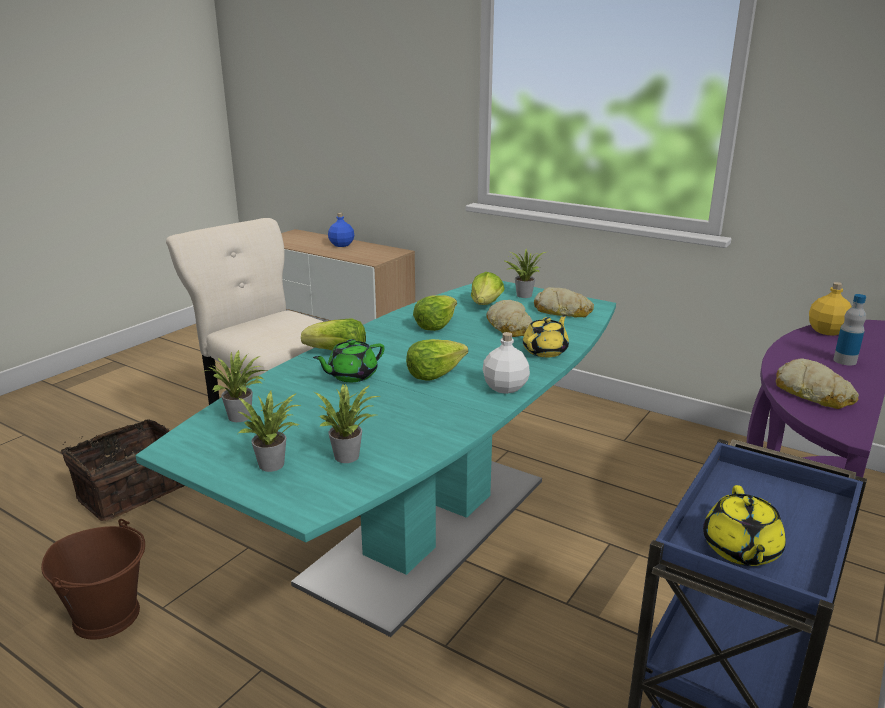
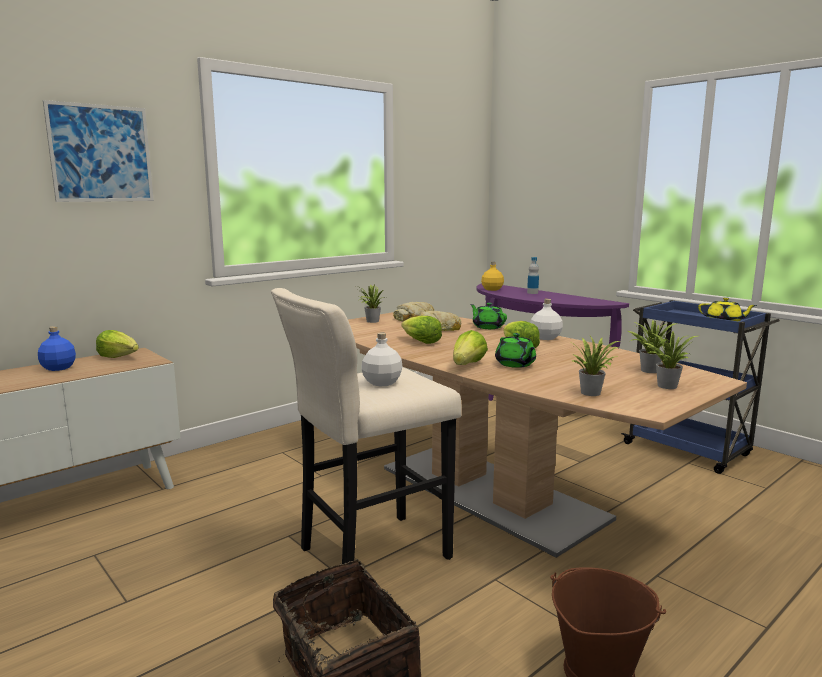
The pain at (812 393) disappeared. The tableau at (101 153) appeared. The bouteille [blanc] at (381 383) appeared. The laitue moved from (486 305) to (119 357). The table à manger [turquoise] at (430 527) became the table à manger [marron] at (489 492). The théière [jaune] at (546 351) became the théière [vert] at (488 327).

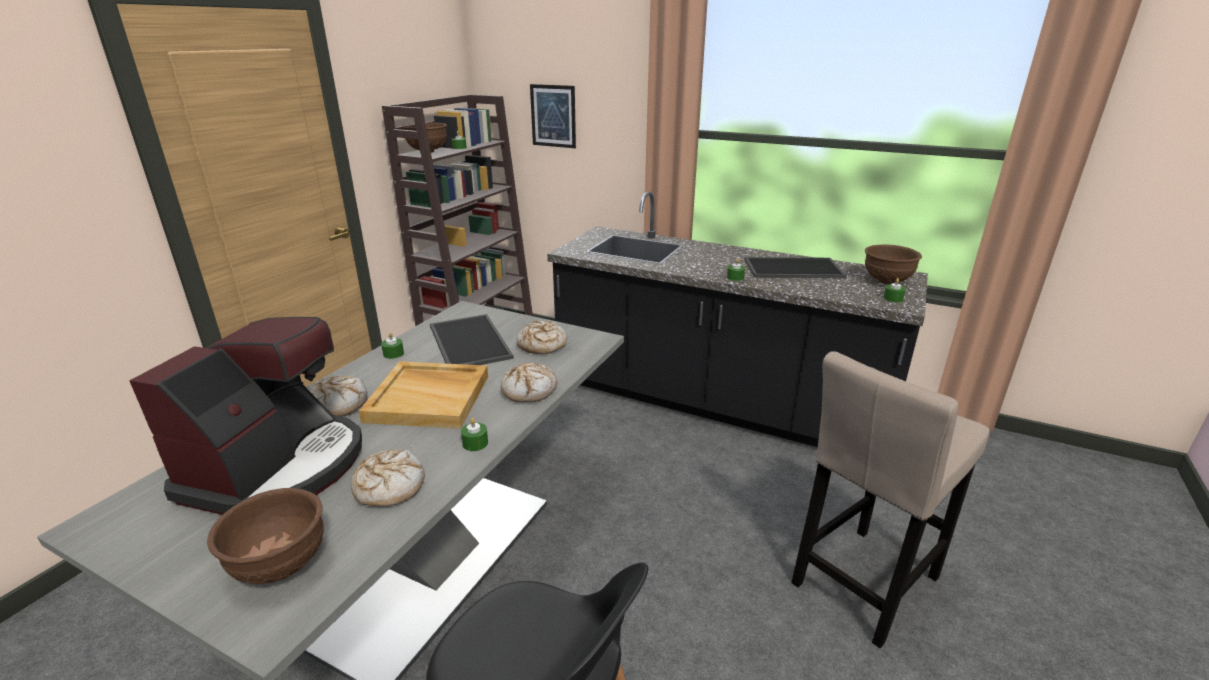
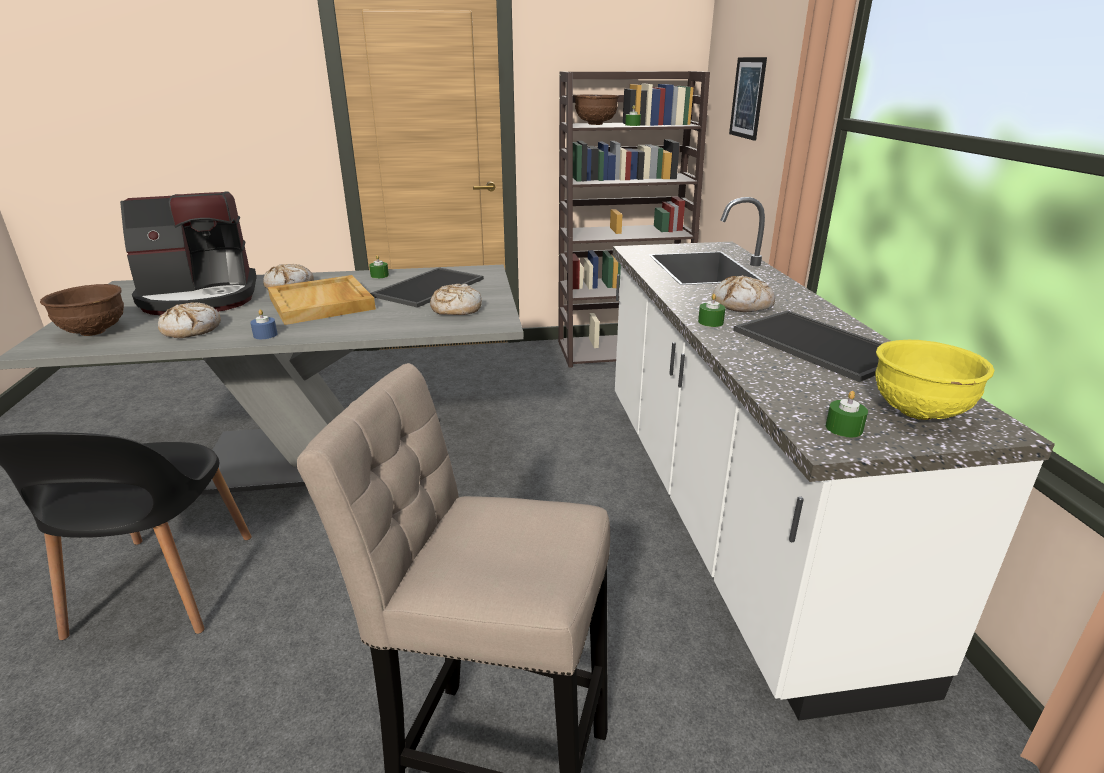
The pain moved from (529 390) to (742 304). The bougie [vert] at (475 443) became the bougie [bleu] at (265 335). The comptoir de cuisine [noir] at (715 404) became the comptoir de cuisine [blanc] at (727 512). The bol [marron] at (886 281) became the bol [jaune] at (918 412).

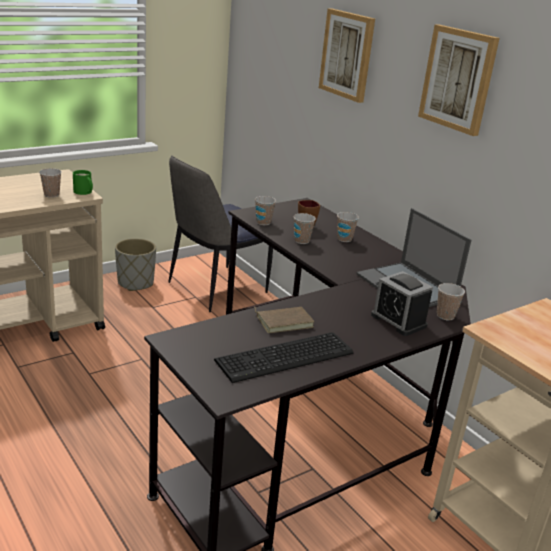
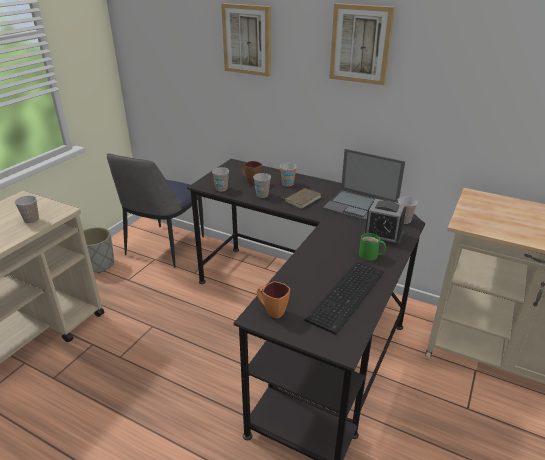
The mug [orange] at (272 311) appeared. The mug [vert] moved from (83 192) to (370 256). The livre [marron] moved from (284 321) to (302 199).

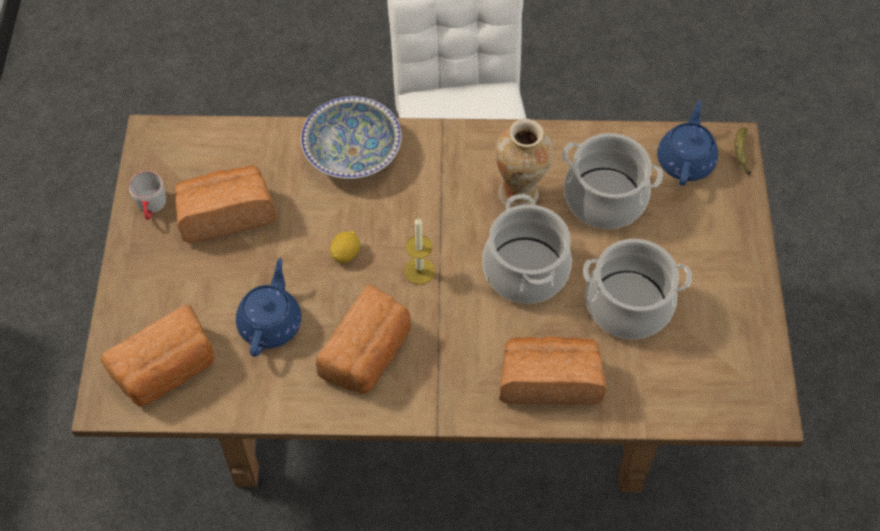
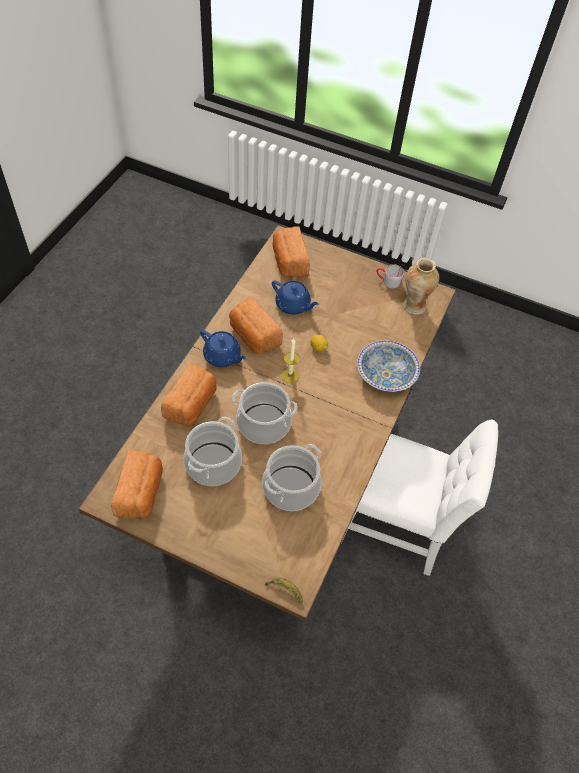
The pain moved from (226 214) to (141 492). The vase moved from (519 194) to (414 306). The théière [bleu] moved from (685 160) to (223 356).

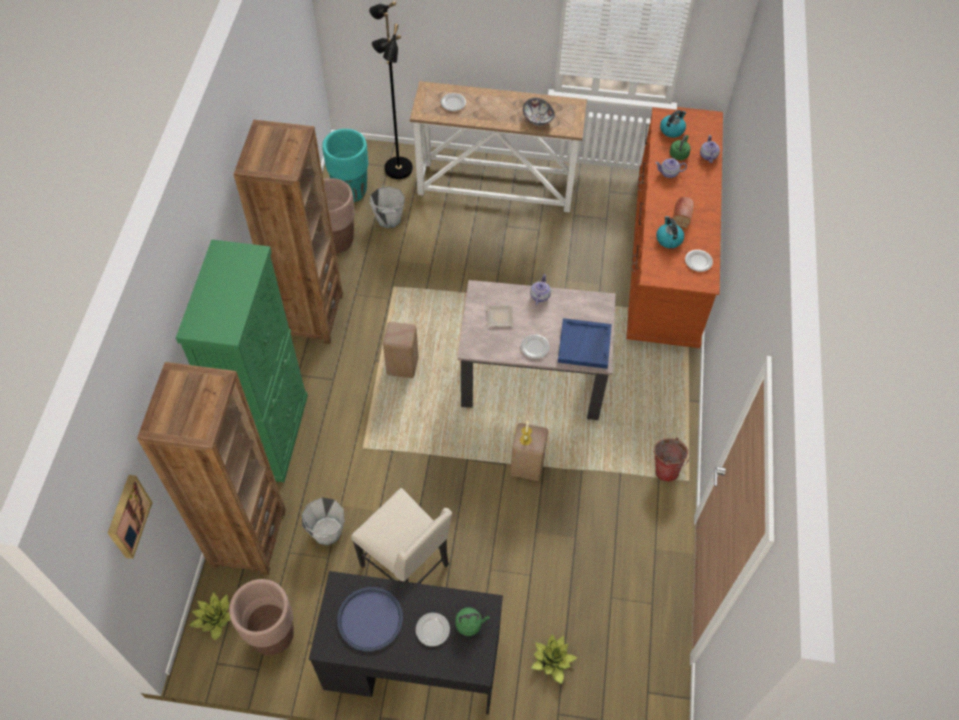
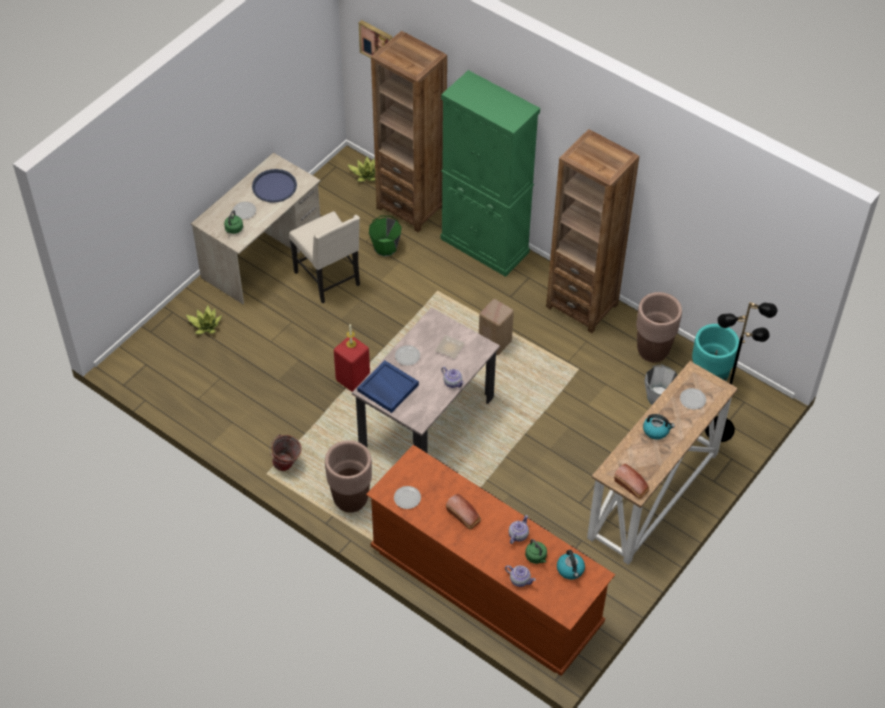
The bol at (538 119) disappeared. The pain at (632 486) appeared. The cache-pot [marron] moved from (273 636) to (351 499). The bouilloire moved from (668 239) to (656 430). The seau [gris] at (326 531) became the seau [vert] at (385 247). The bureau [noir] at (412 663) became the bureau [beige] at (262 255). The tabouret [beige] at (526 466) became the tabouret [rouge] at (353 378). The chaise [beige] at (407 565) turned 105 degrees counterclockwise.

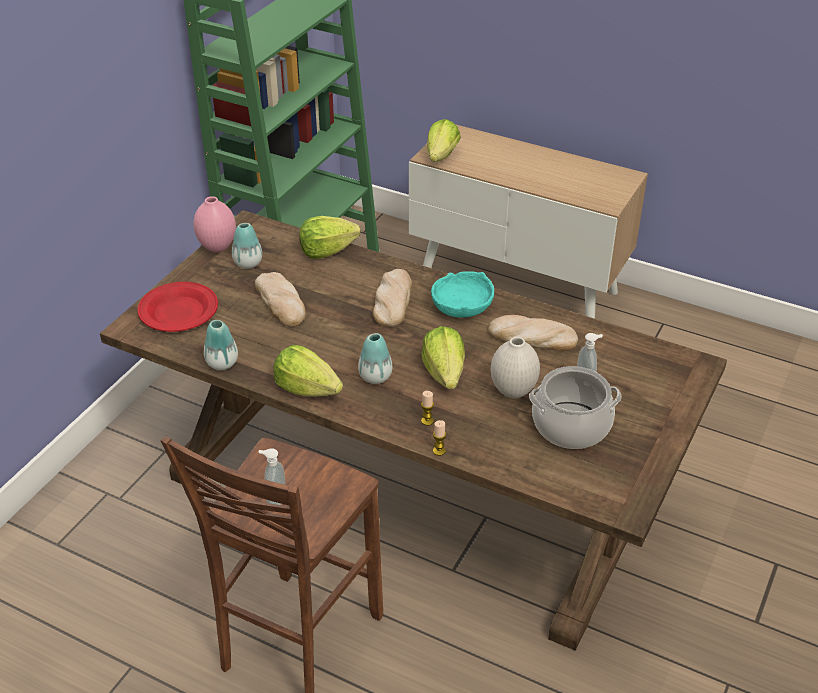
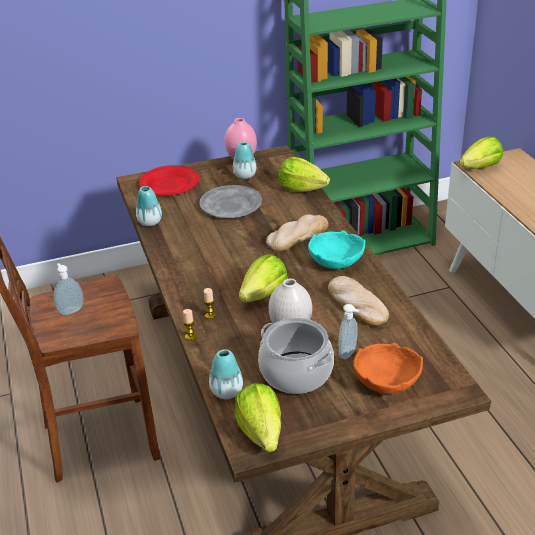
The bol [orange] at (386 381) appeared. The laitue moved from (307 389) to (261 432). The vase moved from (375 377) to (226 392). The pain at (281 302) was replaced by the assiette [gris] at (230 205).

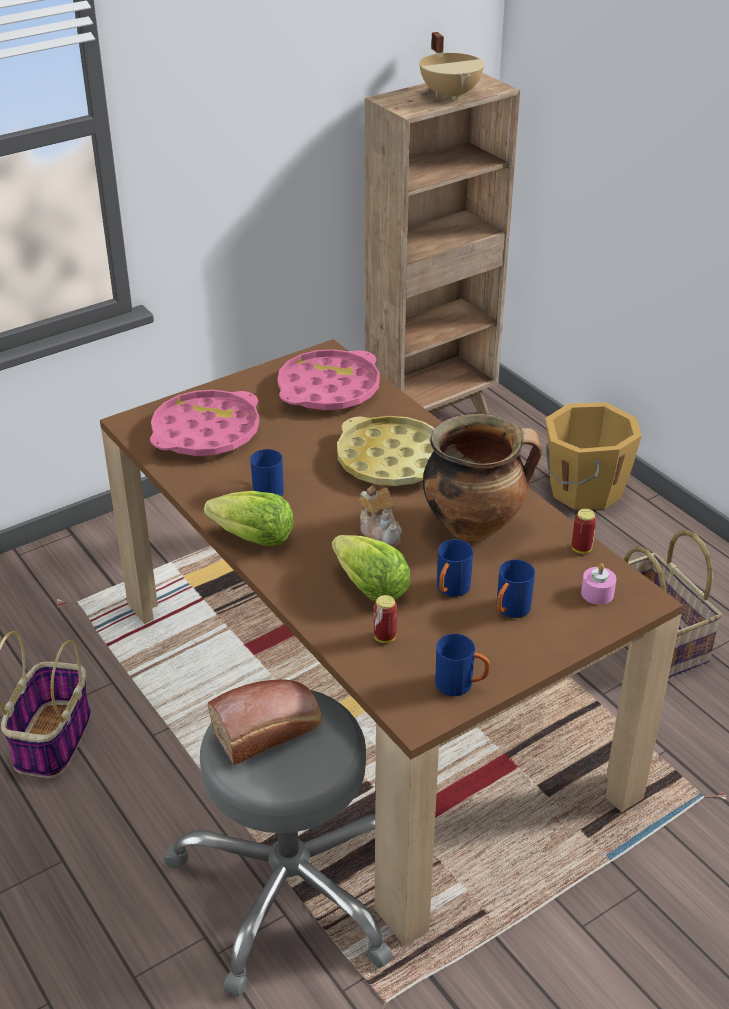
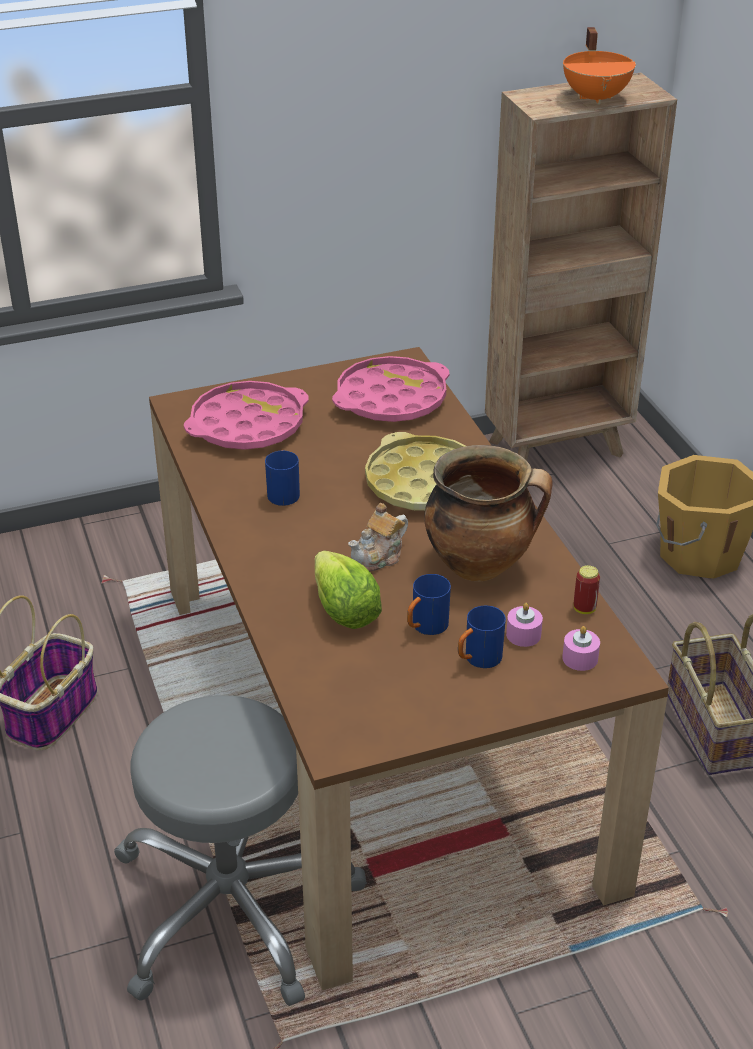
The laitue at (254 538) disappeared. The pain at (269 730) disappeared. The boîte métallique at (385 637) disappeared. The mug [bleu] at (461 685) disappeared. The bougie [rose] at (523 634) appeared. The marmite [beige] at (451 95) became the marmite [orange] at (597 98). The théière at (380 533) turned 60 degrees clockwise.

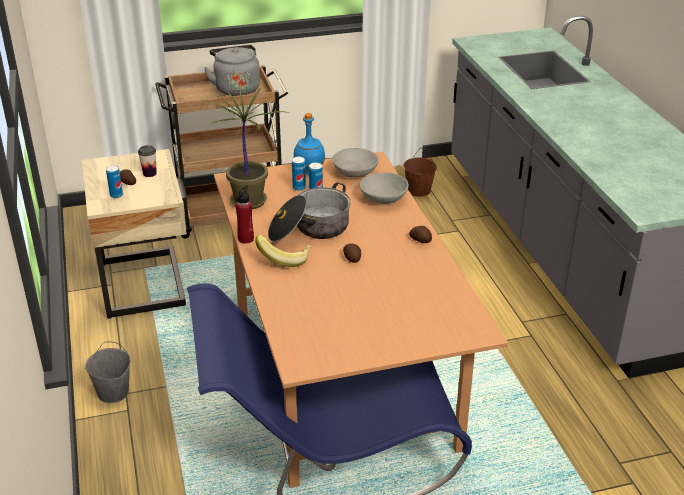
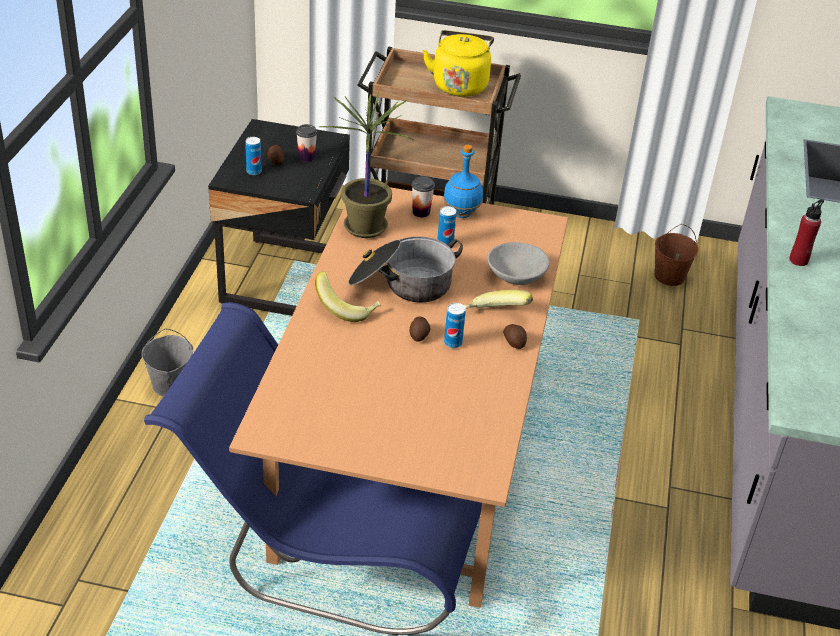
The bol [gris] at (354 173) disappeared. The tasse at (421 212) appeared. The banane at (495 316) appeared. The bouteille [rouge] moved from (246 239) to (798 260). The boîte métallique moved from (299 188) to (453 343). The table de chevet [beige] at (146 283) became the table de chevet [noir] at (284 278). The bouilloire [gris] at (236 88) became the bouilloire [jaune] at (460 85).

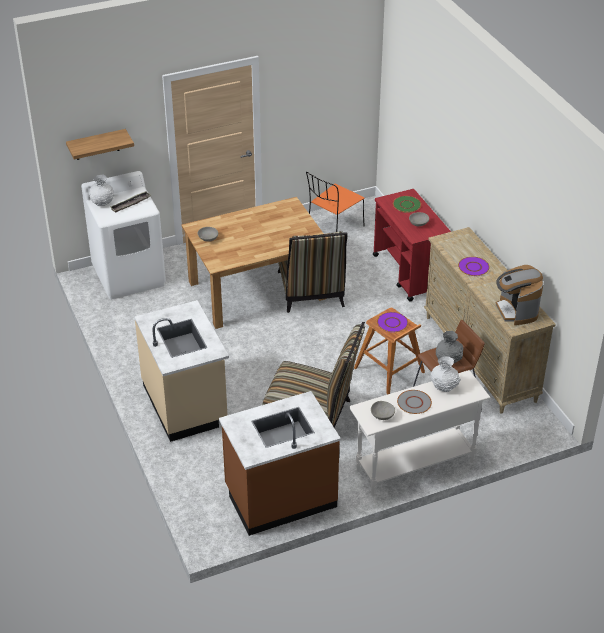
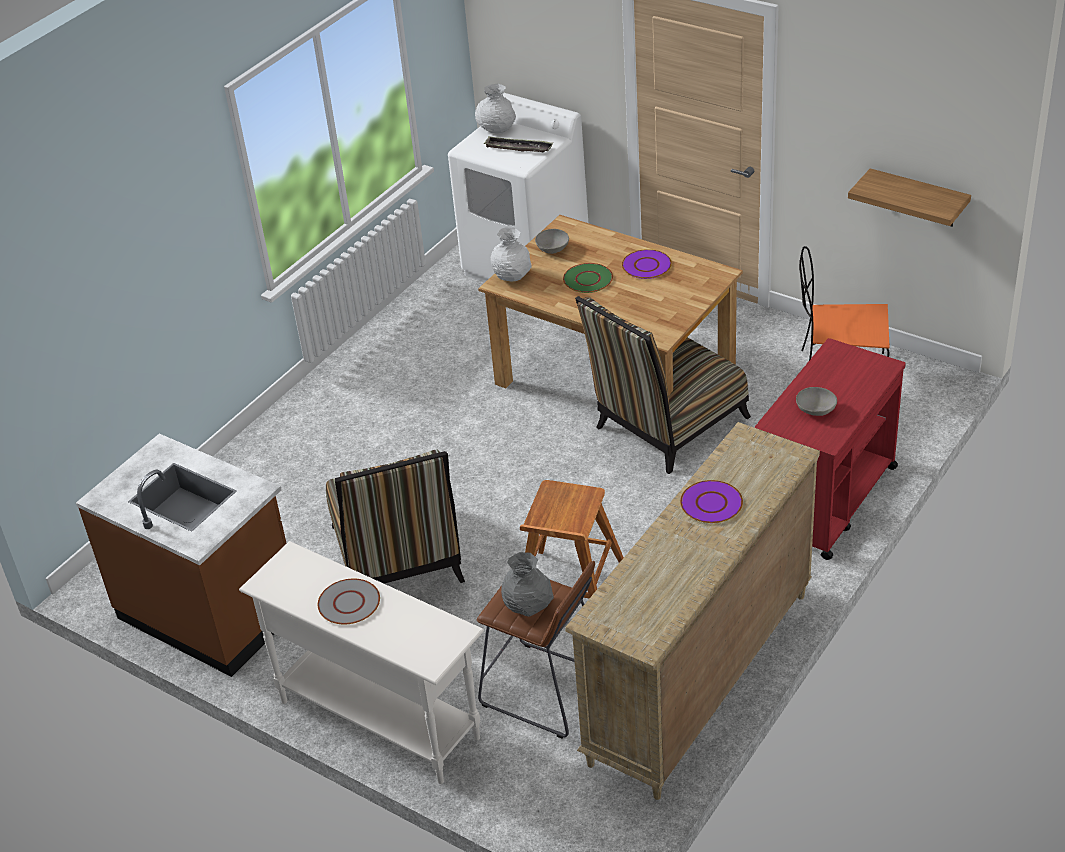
The comptoir de cuisine [beige] at (186 404) disappeared. The bol [gris] at (382 415) disappeared. The machine à café at (516 311) disappeared. The étagère moved from (97 145) to (918 198). The assiette [violet] moved from (392 323) to (646 265). The assiette [vert] moved from (407 205) to (588 279). The vase [blanc] moved from (444 387) to (512 276).

